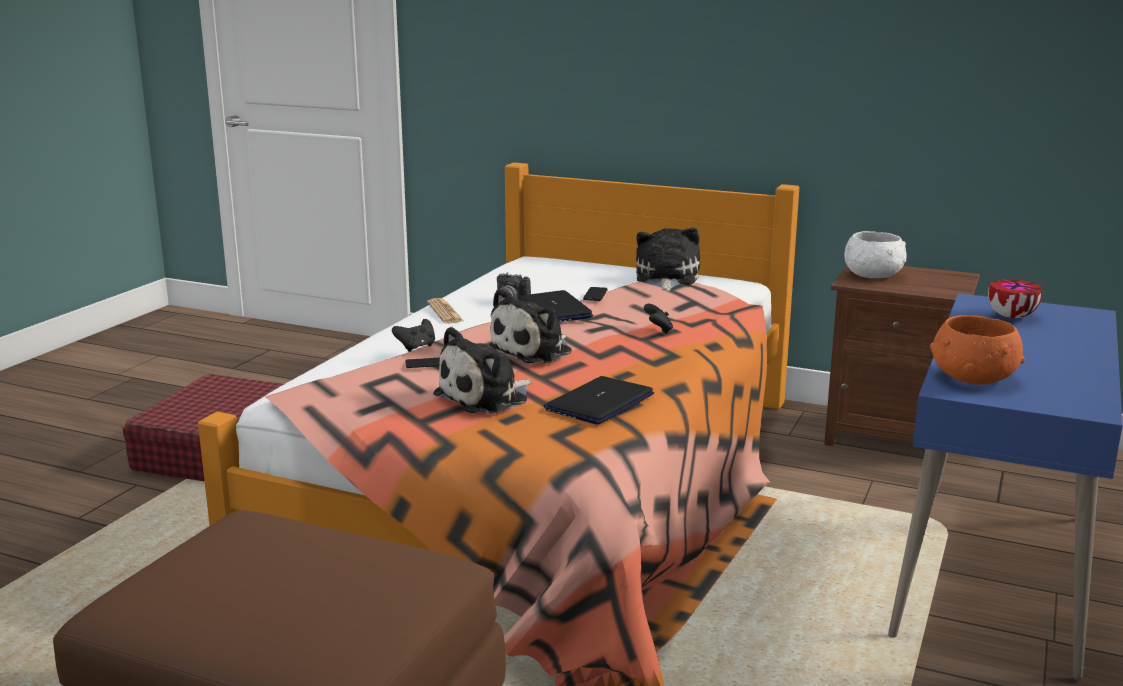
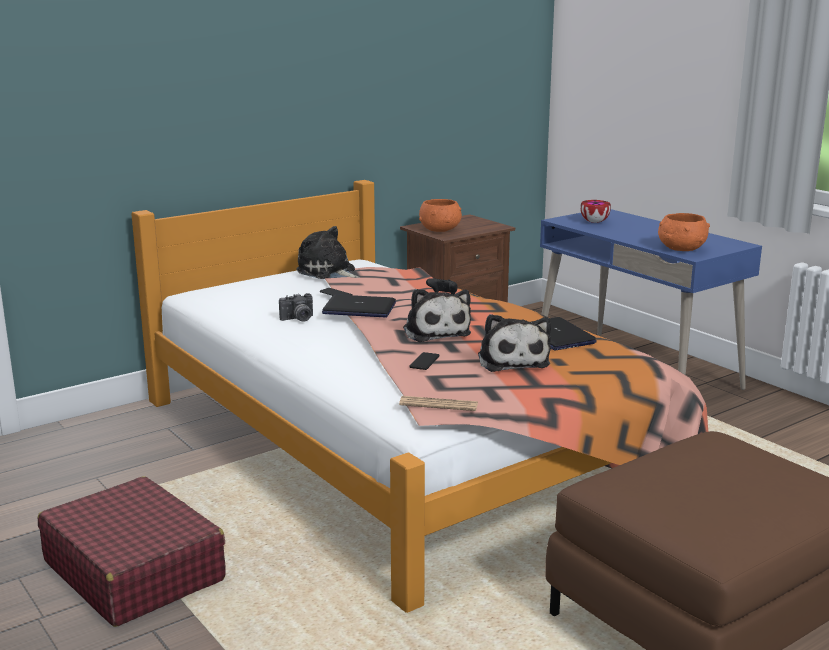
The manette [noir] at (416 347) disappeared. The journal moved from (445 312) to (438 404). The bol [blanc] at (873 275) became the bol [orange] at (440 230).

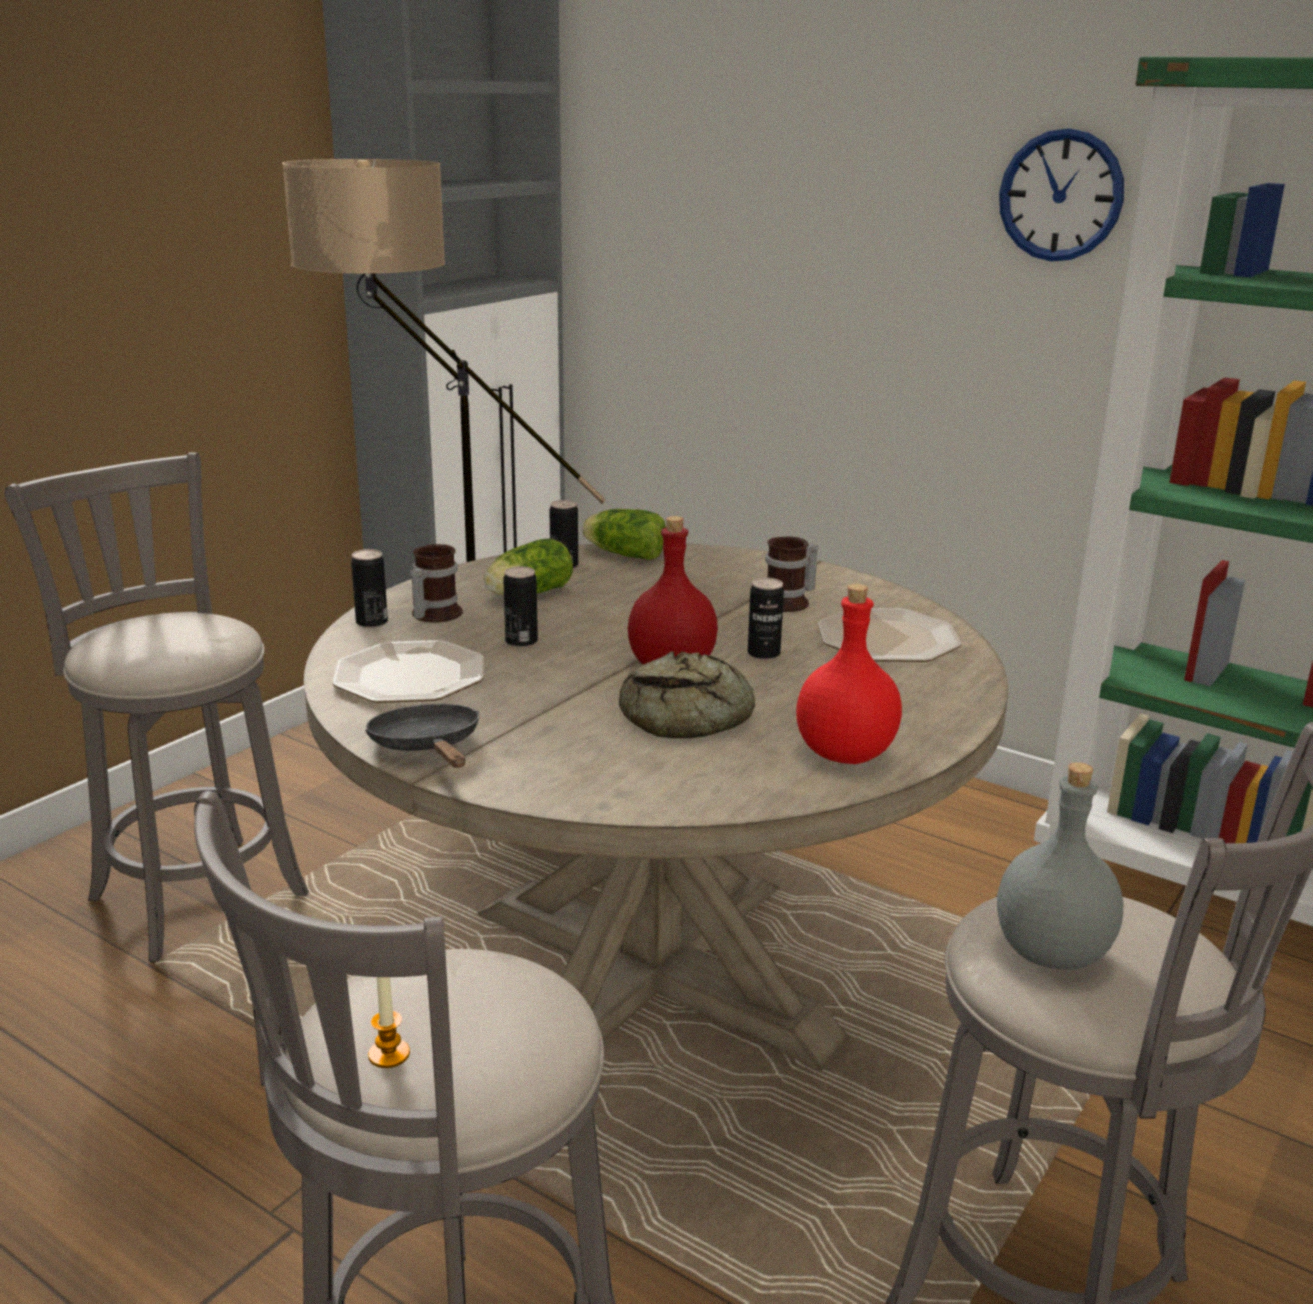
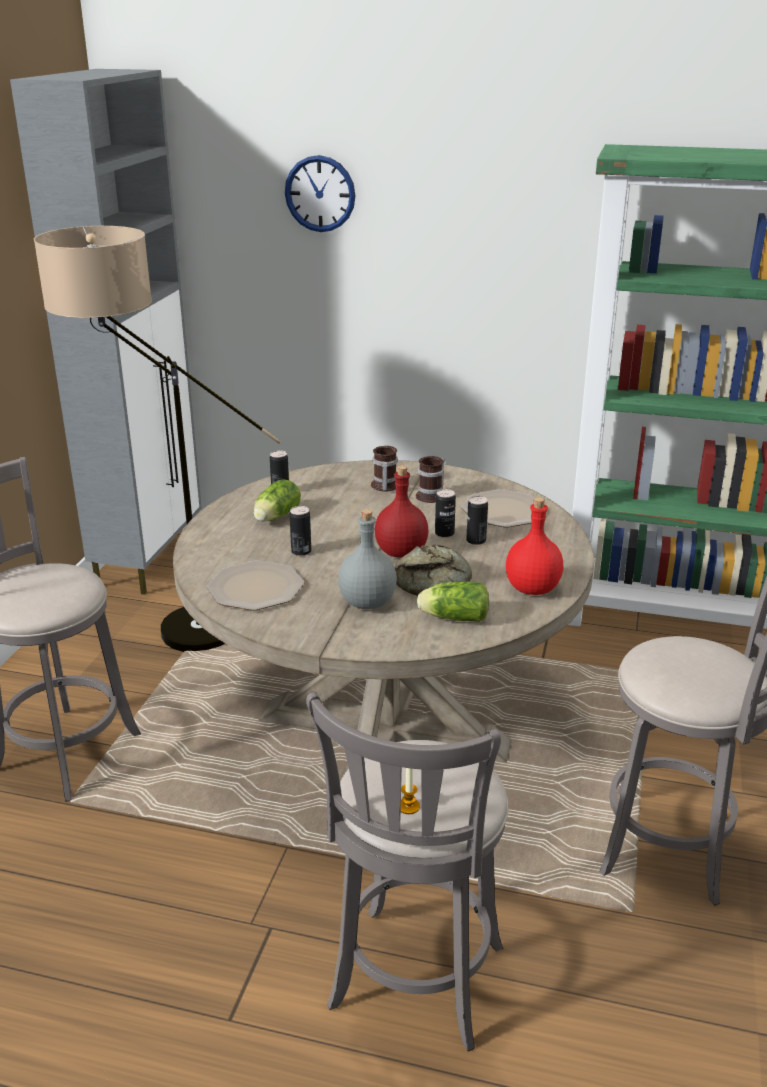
The poêle [noir] at (428 747) disappeared. The boîte métallique moved from (372 622) to (476 540). The mug moved from (432 615) to (383 486). The laitue moved from (623 554) to (452 617). The bouteille [gris] moved from (1052 952) to (367 602). The horloge murale moved from (1061 195) to (320 194).

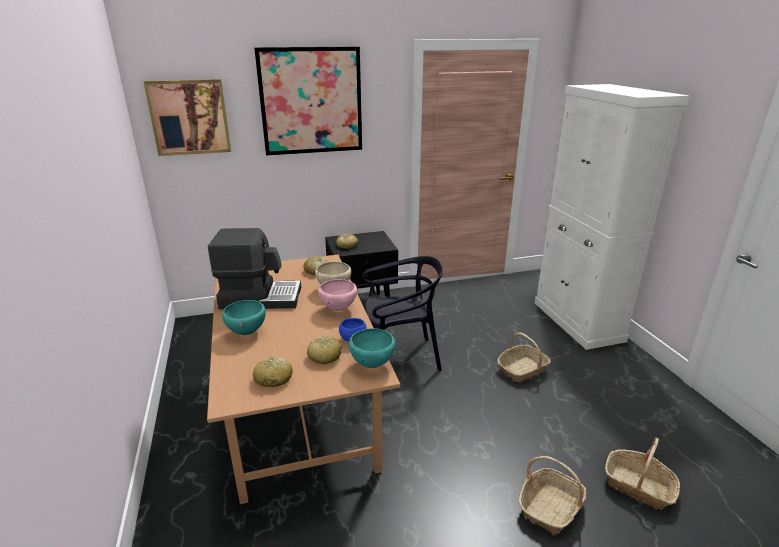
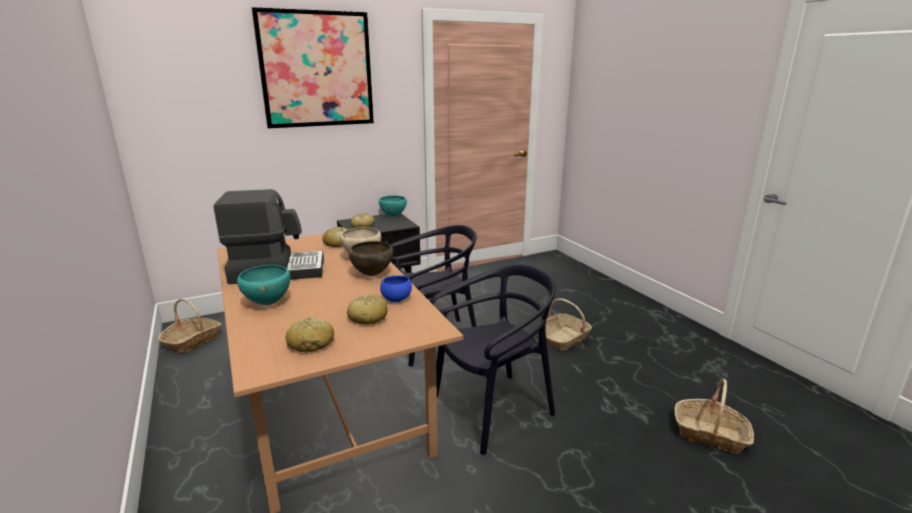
The tableau at (189 117) disappeared. The meuble de rangement [blanc] at (577 321) disappeared. The chaise [noir] at (493 409) appeared. The bol [turquoise] moved from (371 365) to (393 216). The panier moved from (550 507) to (192 341). The bol [rose] at (338 309) became the bol [marron] at (371 275).

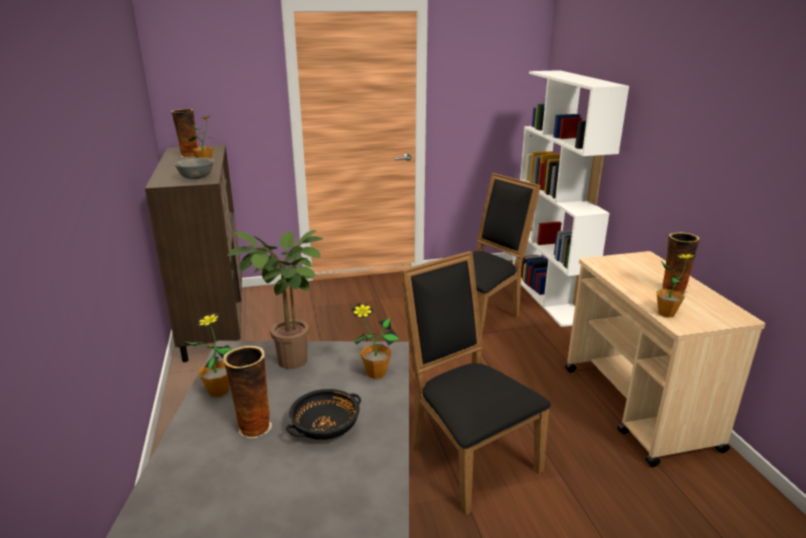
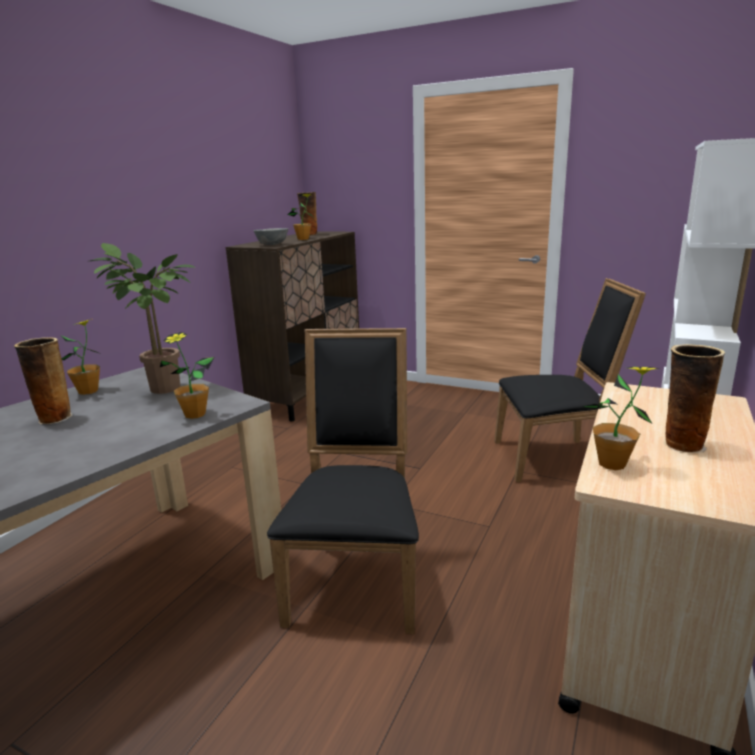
The bol [noir] at (325 428) disappeared.

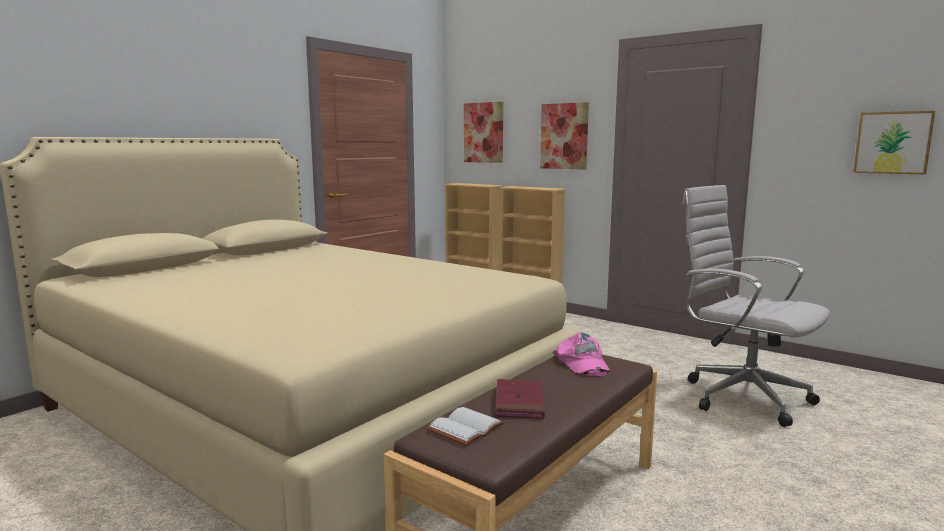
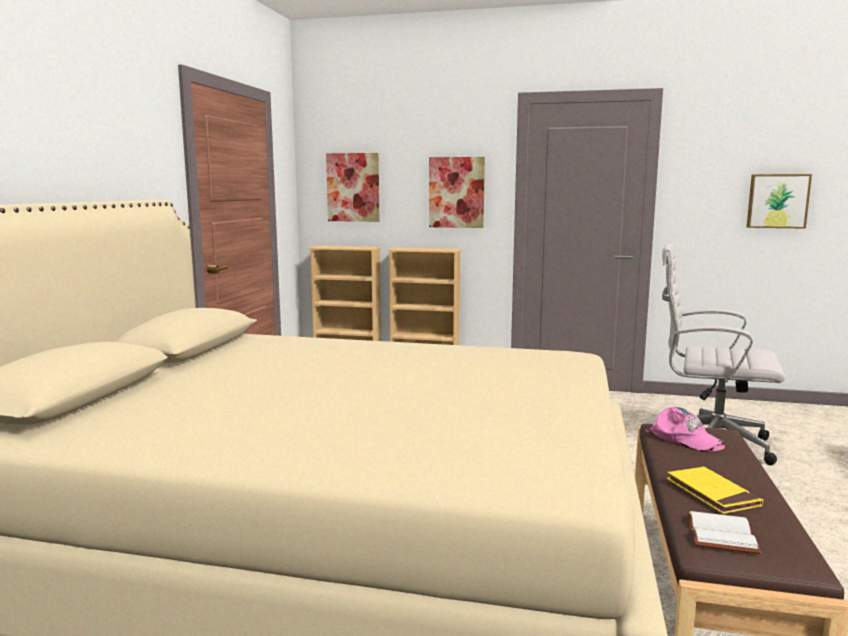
The livre [rouge] at (519 402) became the livre [jaune] at (712 493).

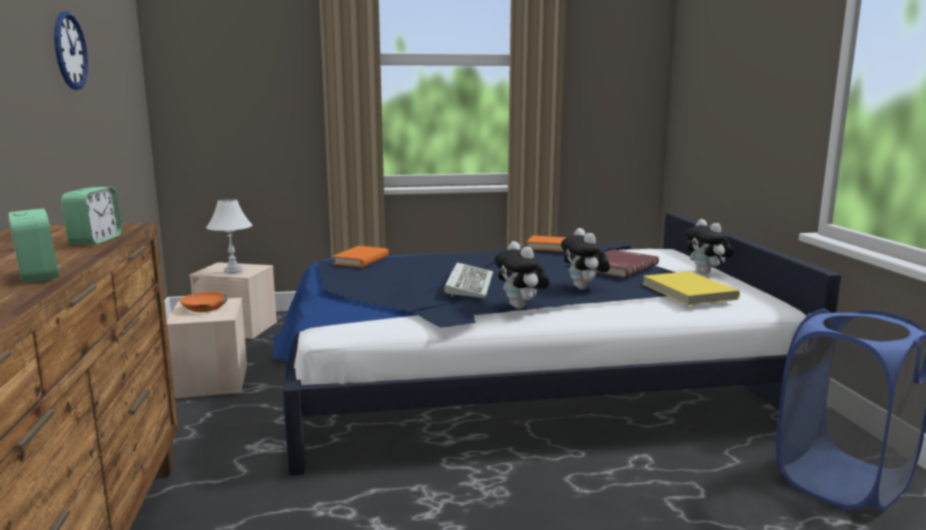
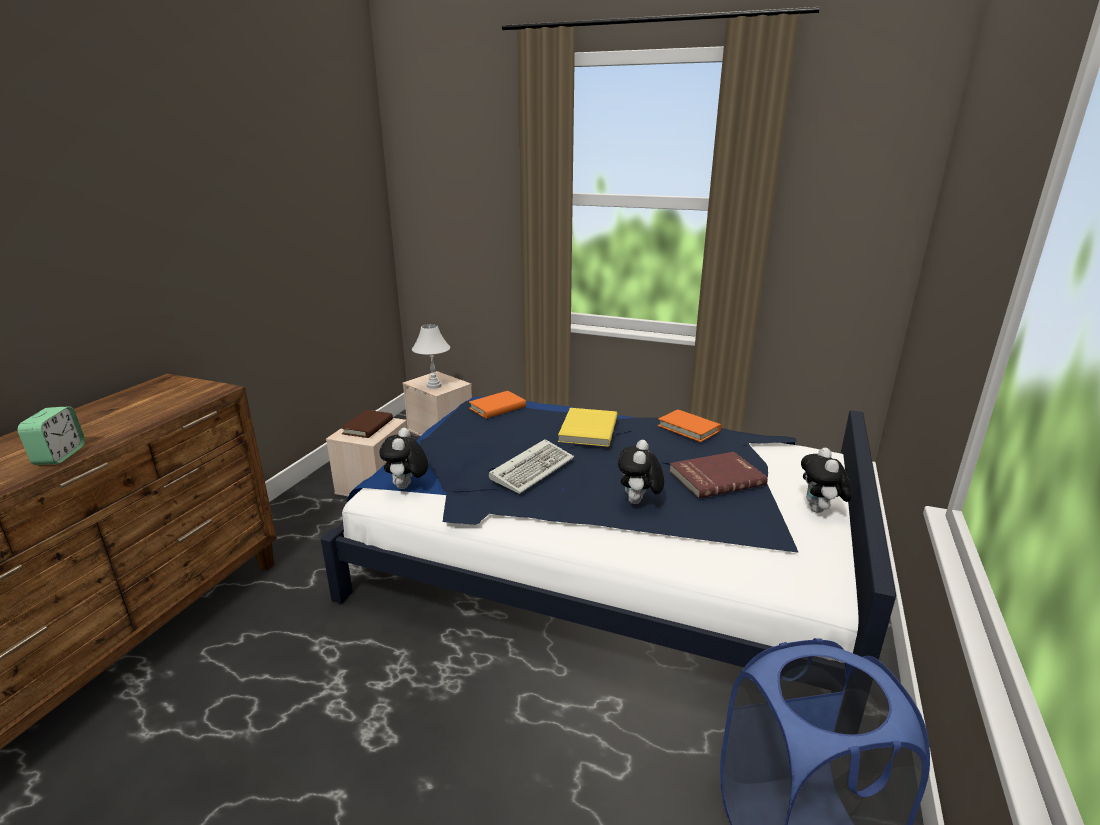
The horloge murale at (70 51) disappeared. The réveil at (95 240) disappeared. The peluche moved from (521 307) to (407 487). The livre [jaune] moved from (687 291) to (587 429). The bol [orange] at (204 308) was replaced by the livre [marron] at (368 427).

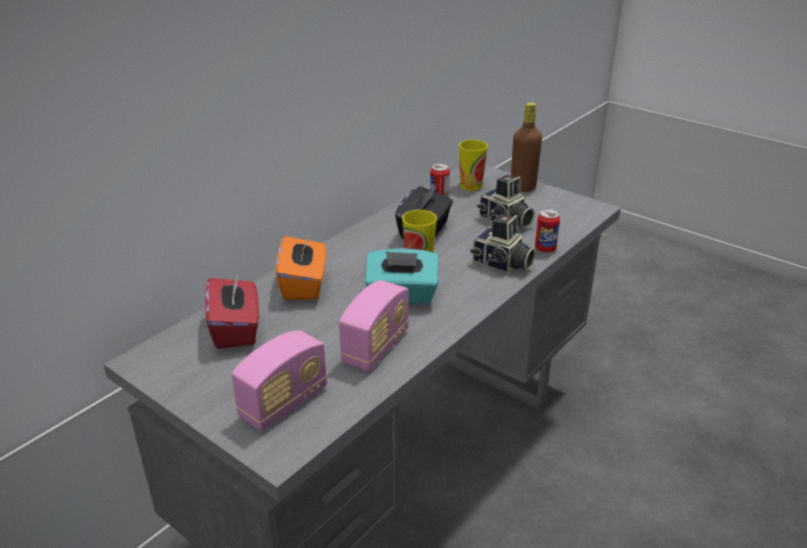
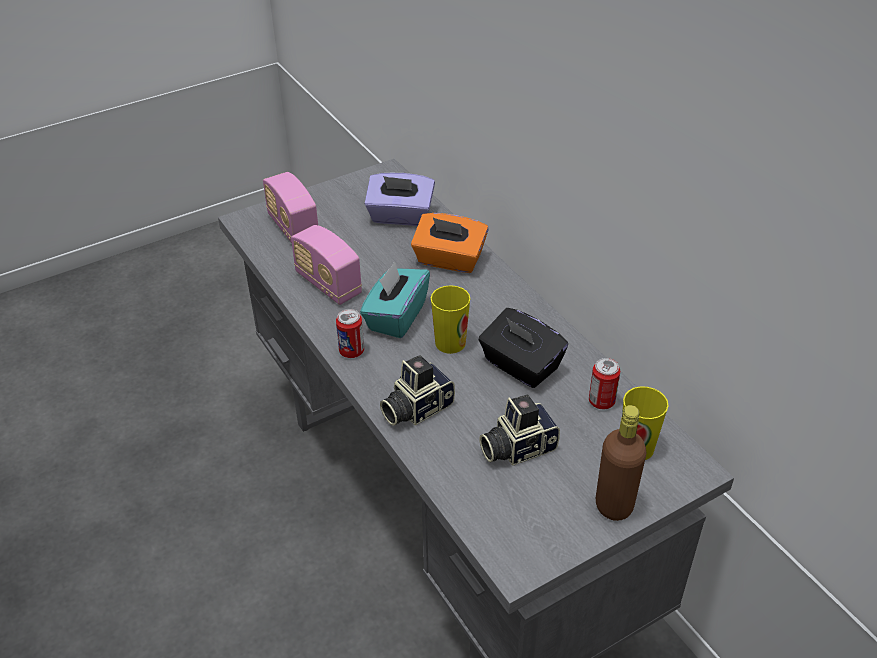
The boîte métallique moved from (545 249) to (351 351). The boîte à mouchoirs [rouge] at (236 329) became the boîte à mouchoirs [violet] at (400 216).

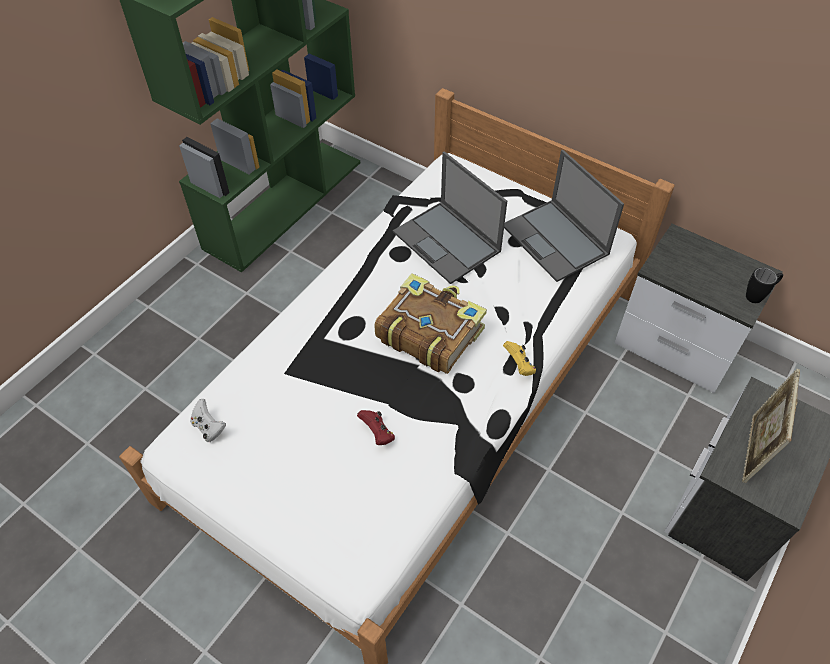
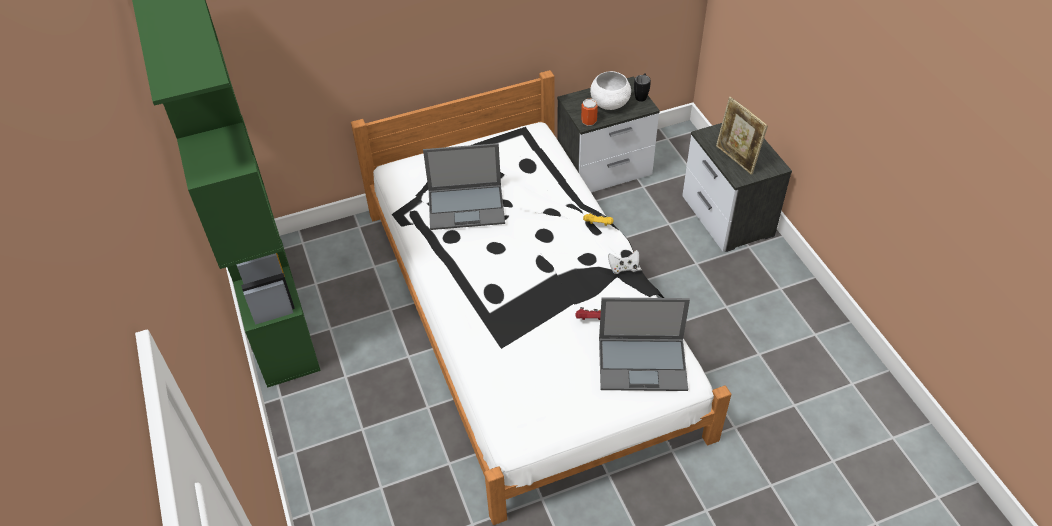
The livre at (429 332) disappeared. The boîte métallique at (589 121) appeared. The bol [blanc] at (609 104) appeared. The manette [blanc] moved from (209 427) to (623 268). The ordinateur portable moved from (556 240) to (643 363).

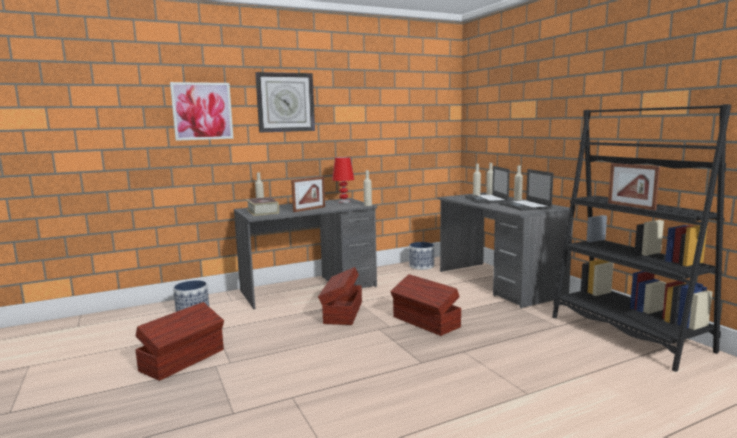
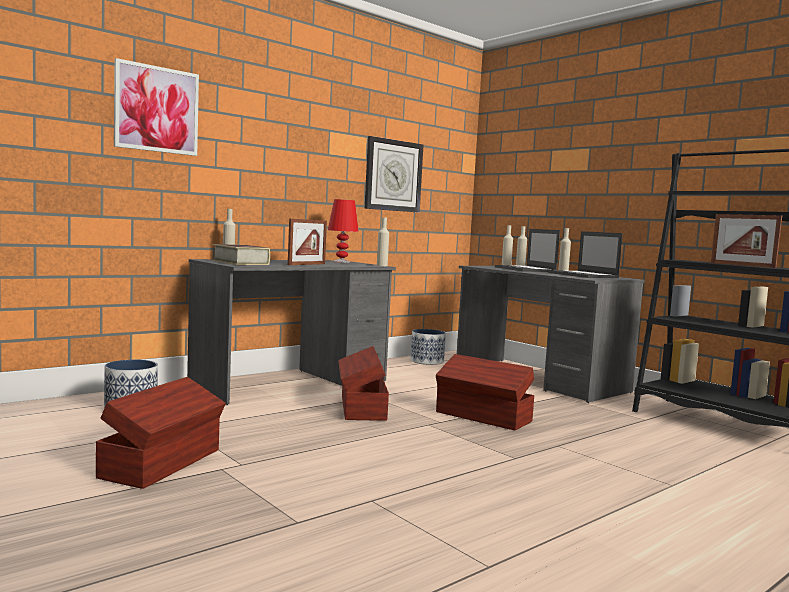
The horloge murale moved from (285 102) to (393 175).

